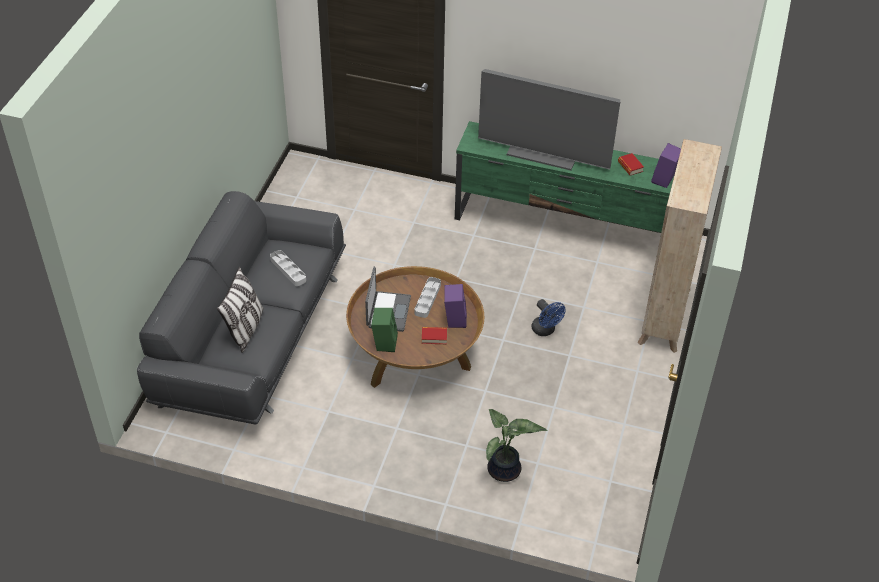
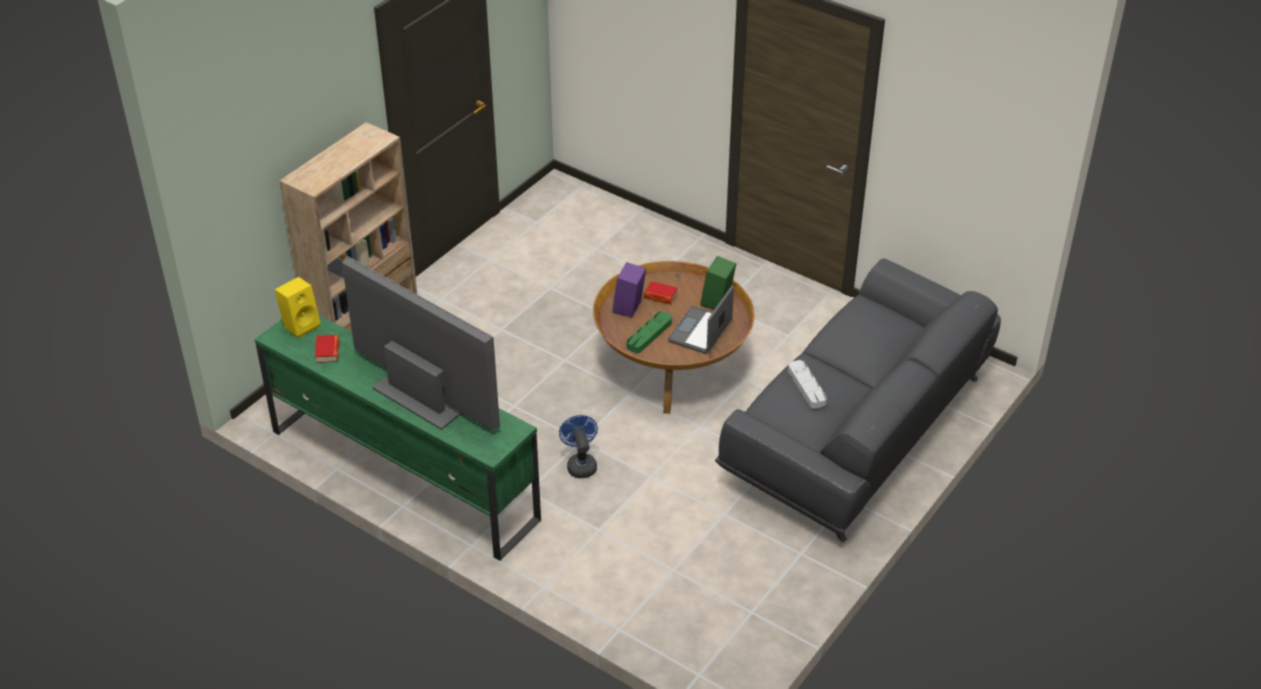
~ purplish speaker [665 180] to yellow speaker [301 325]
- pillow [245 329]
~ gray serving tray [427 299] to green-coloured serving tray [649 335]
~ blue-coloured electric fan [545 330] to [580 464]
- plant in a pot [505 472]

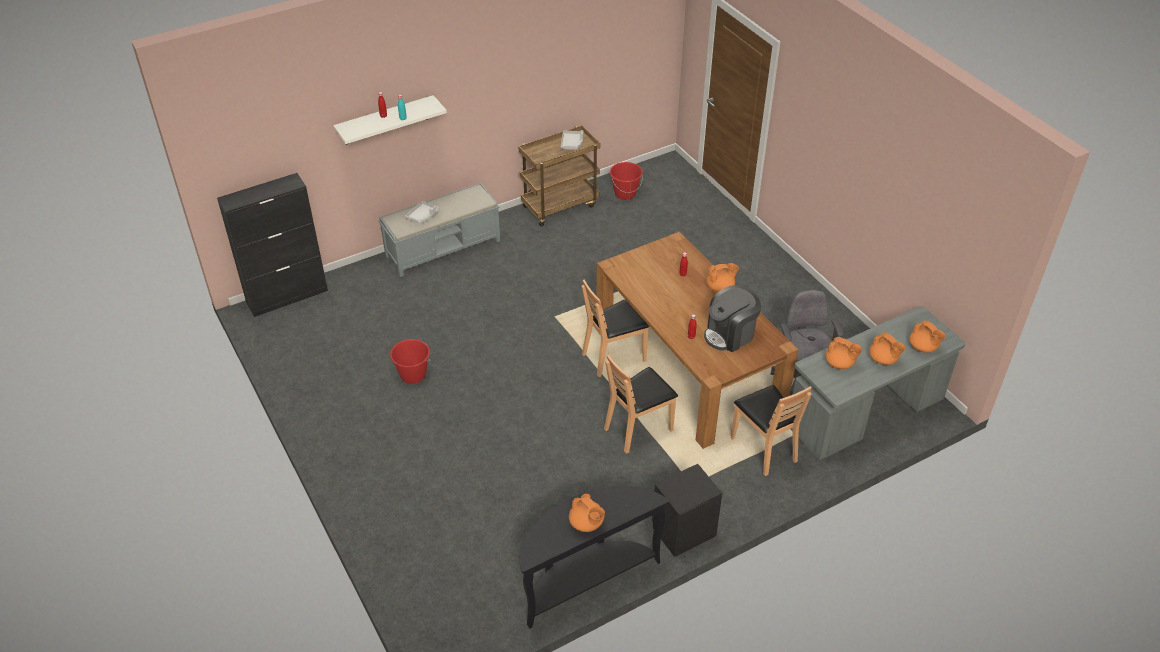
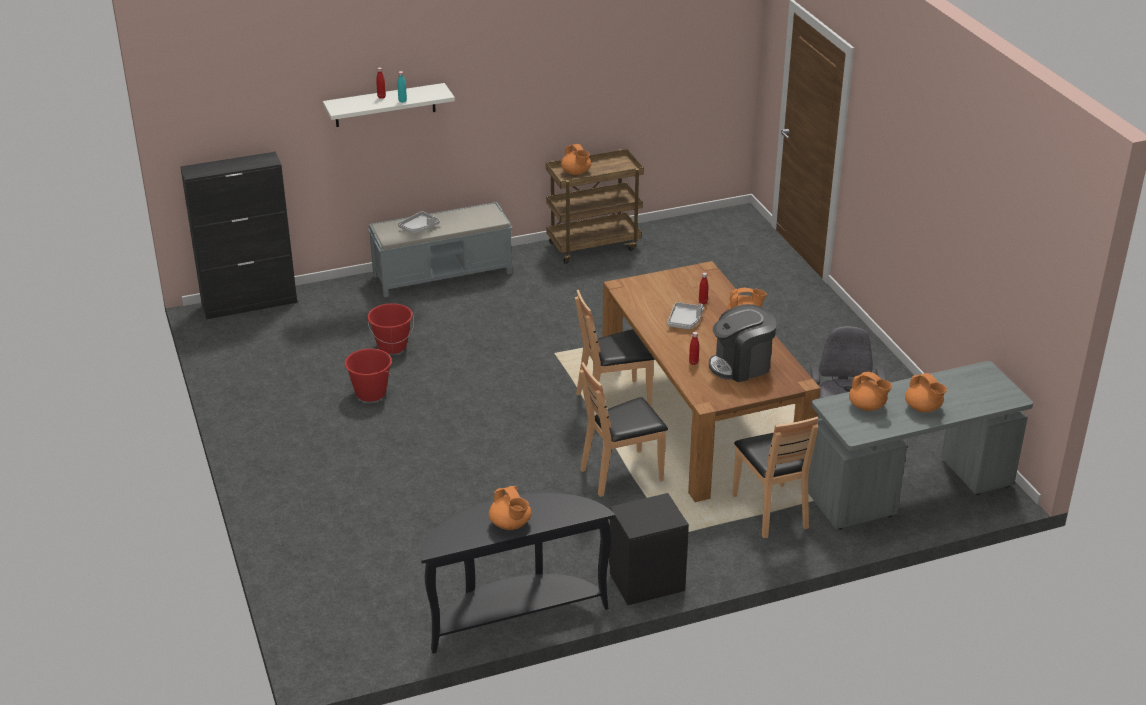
~ gray serving tray [572 143] to [685 321]
~ red-coloured pail [625 193] to [392 346]
~ orangey pot for tea [923 347] to [576 172]

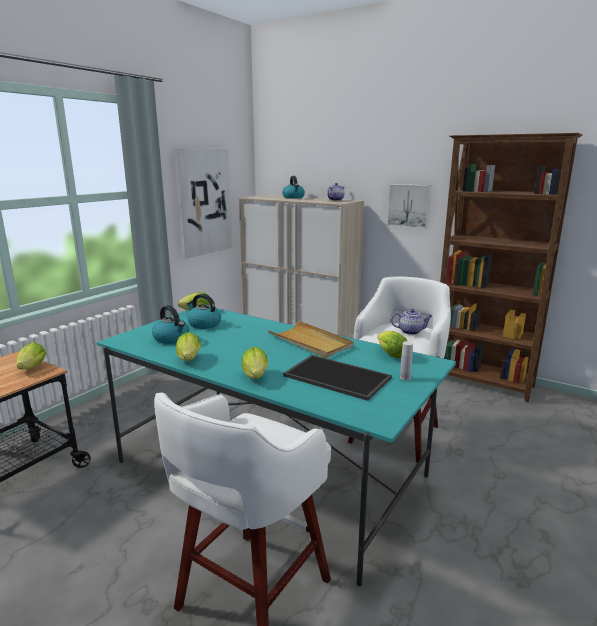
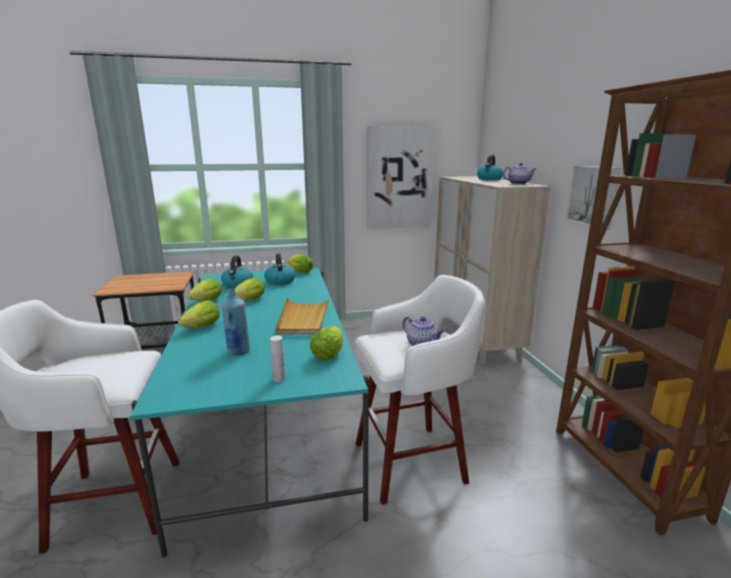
~ lettuce head [31 368] to [248 301]
~ serving tray [335 377] to blue-coloured bottle [238 351]

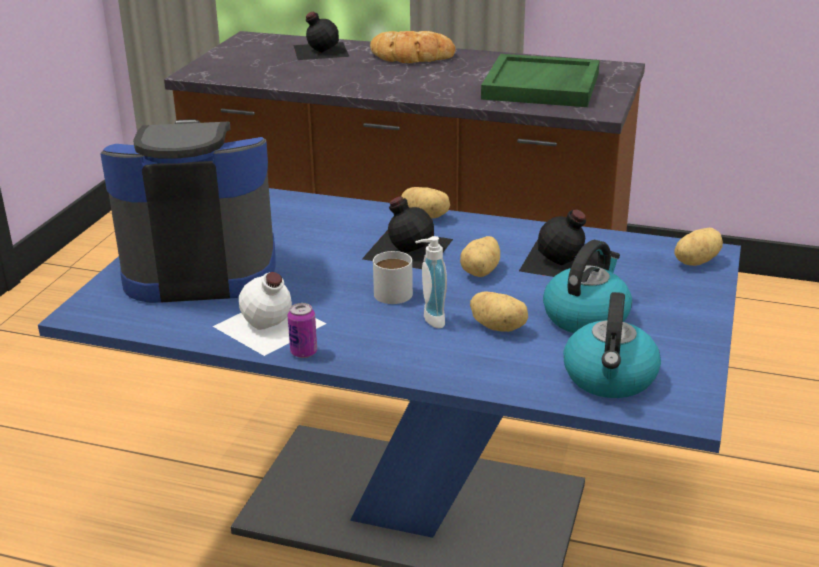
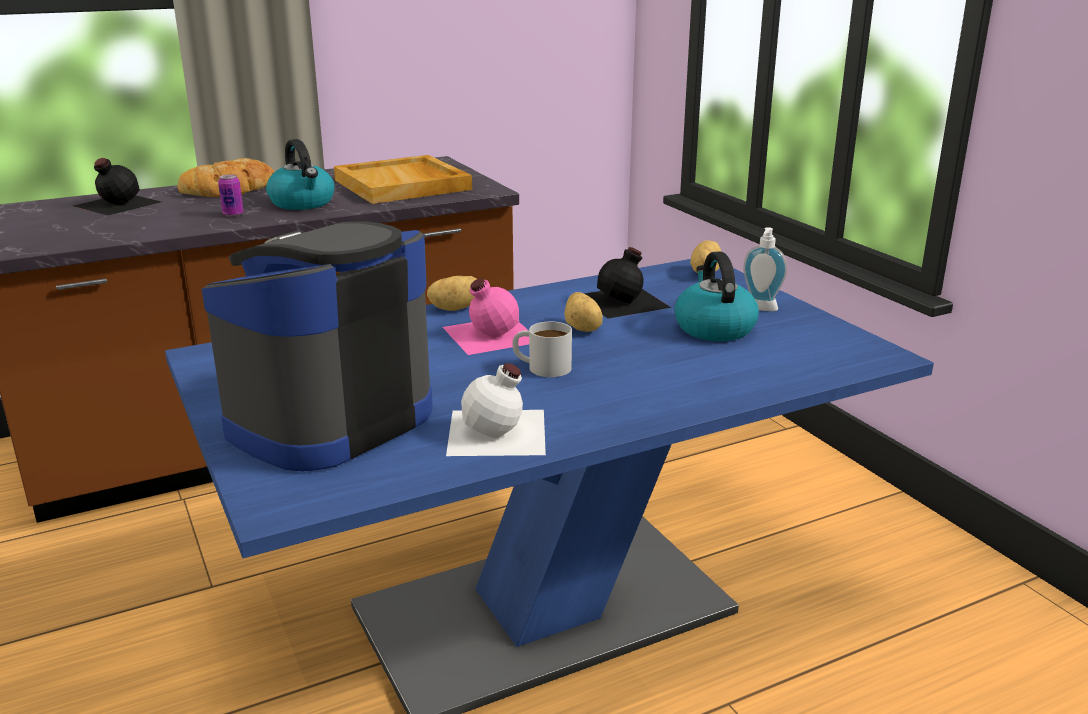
~ green-coloured serving tray [542 86] to beige-coloured serving tray [403 185]
~ black bottle [407 248] to pinkish bottle [489 334]
~ liquid soap bottle [430 320] to [760 309]
- spud [499 327]
~ tea kettle [610 378] to [303 203]
~ can [304 352] to [233 214]

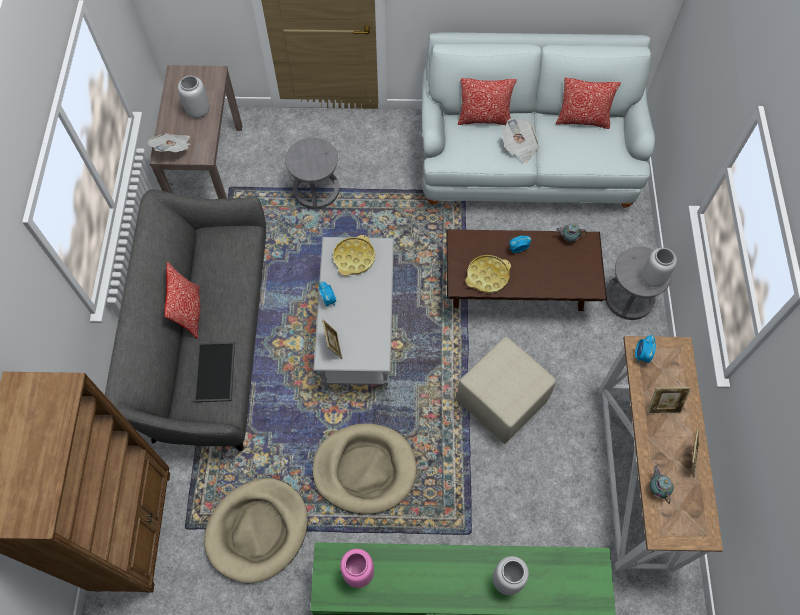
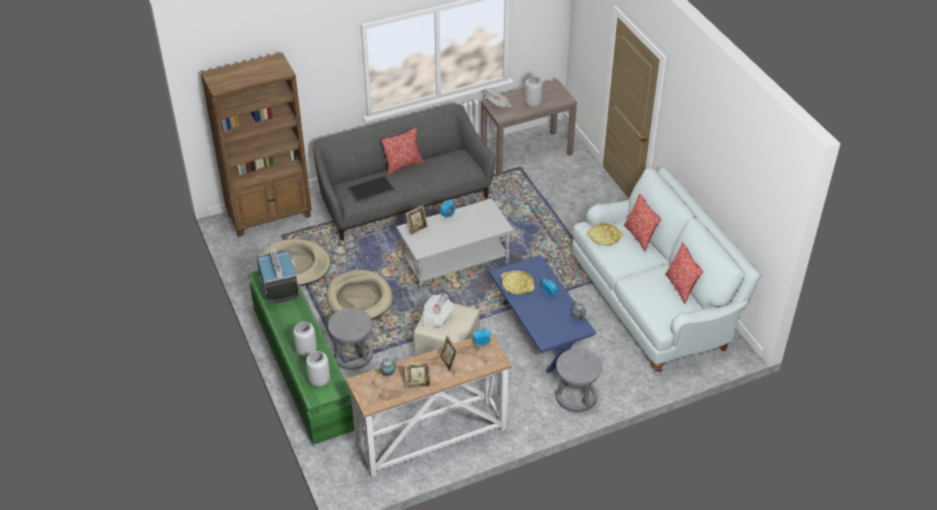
~ daily paper [519 147] to [436 317]
~ gray stool seat [316 190] to [352 355]
~ brownish coffee table [517 290] to blue-coloured coffee table [539 332]
~ yellow serving tray [354 258] to [604 237]
~ gray vase [652 277] to [319 380]
~ pinkish vase [358 572] to TV [279 285]

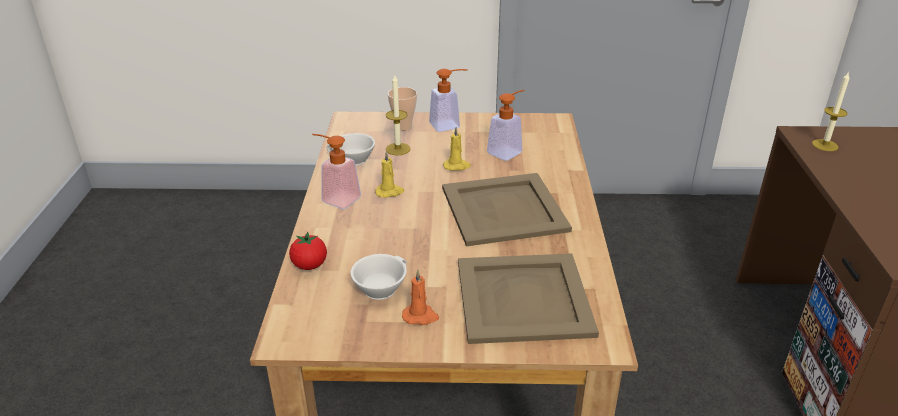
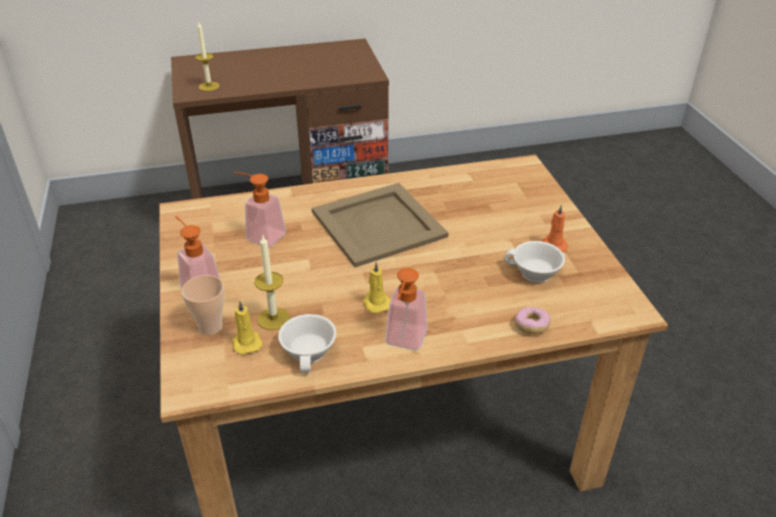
~ yellow candle [457 166] to [246 342]
~ tomato [309 265] to ring doughnut [531 326]
- beige-coloured serving tray [524 297]

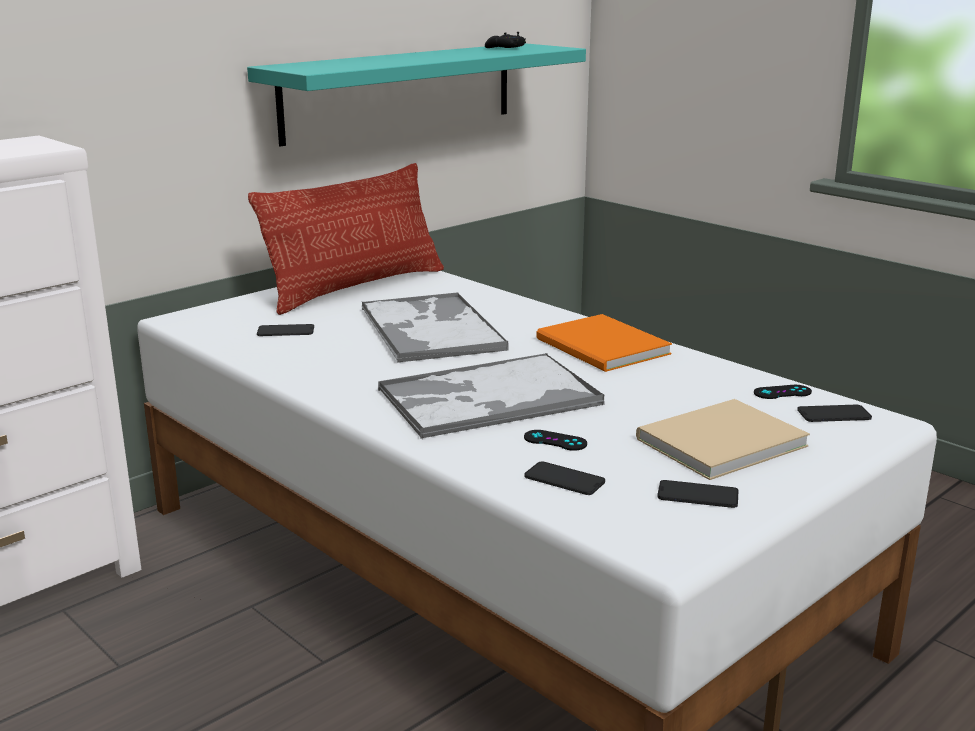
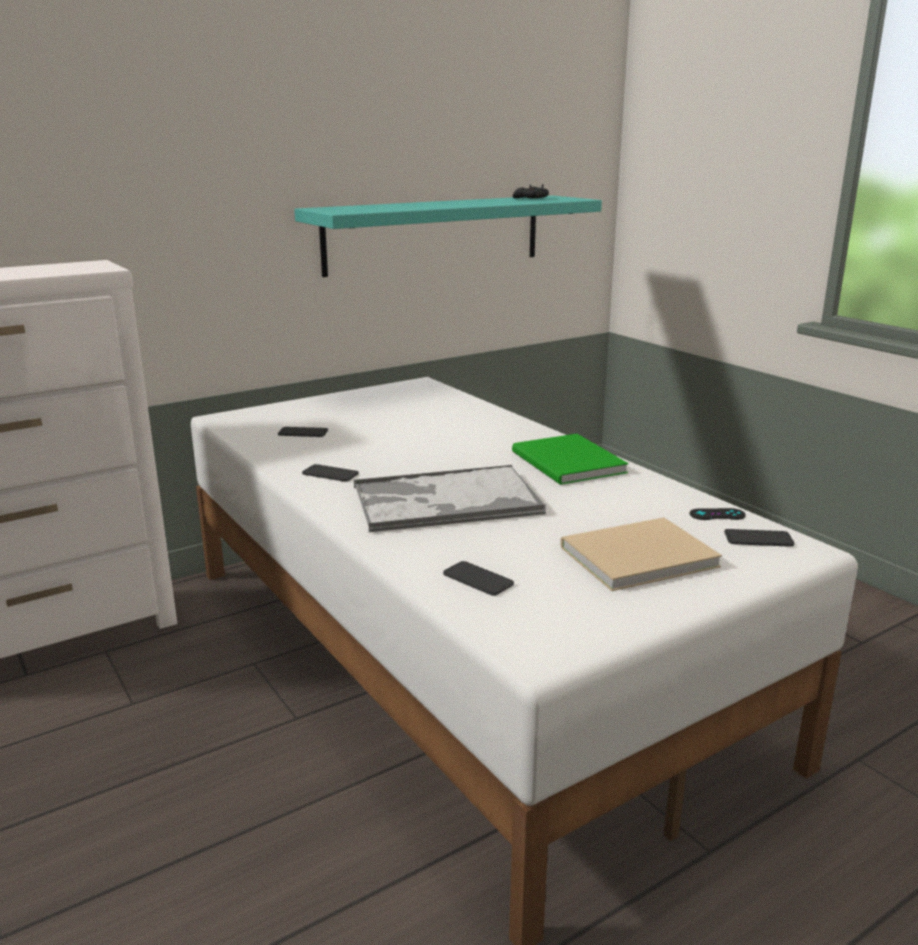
- pillow [356 288]
- serving tray [430 328]
~ orangey bound book [602 348] to green-coloured bound book [567 464]
- black gamepad [555 441]
~ phone [697 495] to [330 474]

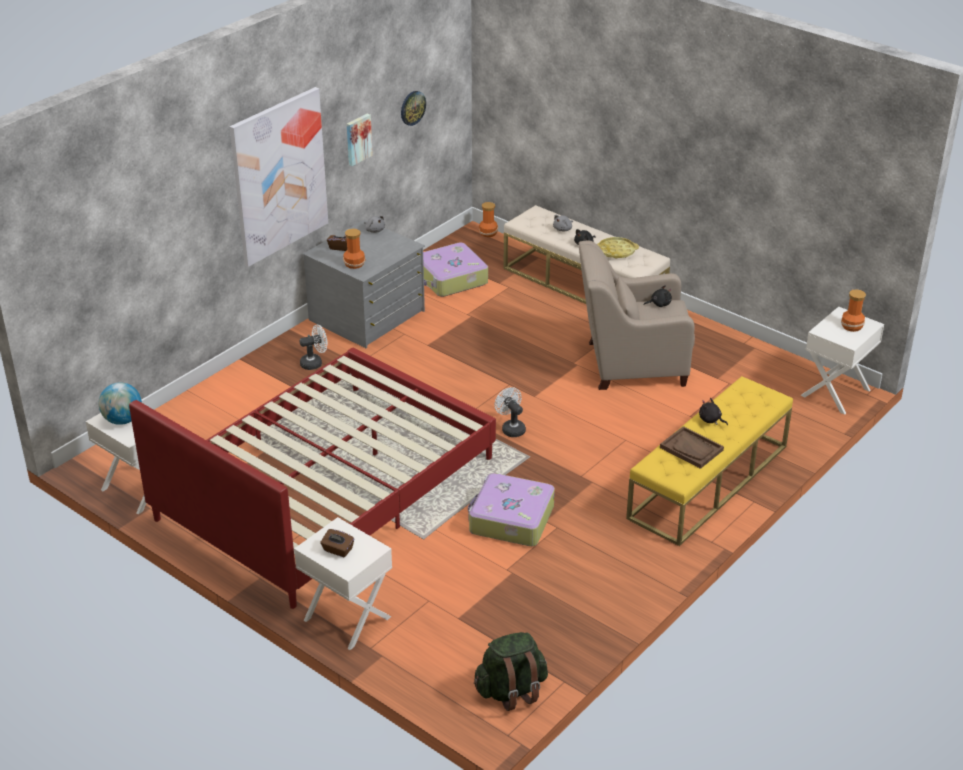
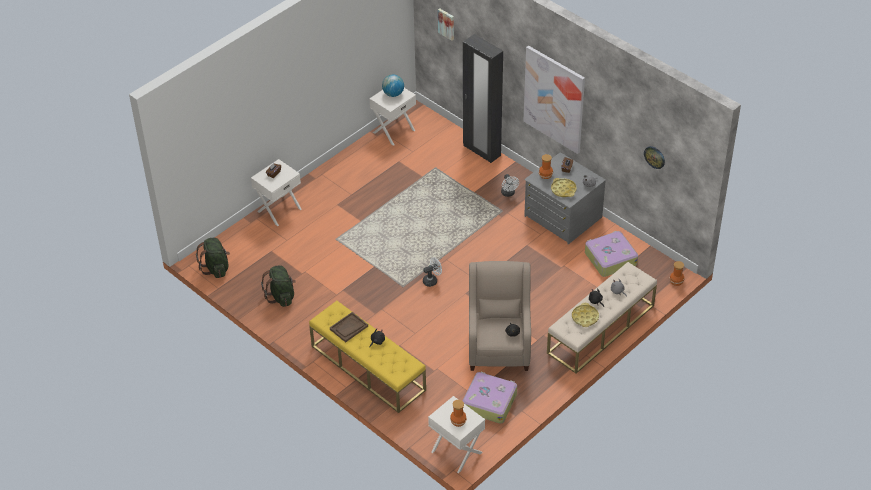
~ wall art [358 139] to [446 23]
- red-coloured sleeping bed [325 488]
~ piece of luggage [510 519] to [489 402]
+ black armoire [481 151]
+ yellow serving tray [563 190]
+ green-coloured rucksack [281 296]

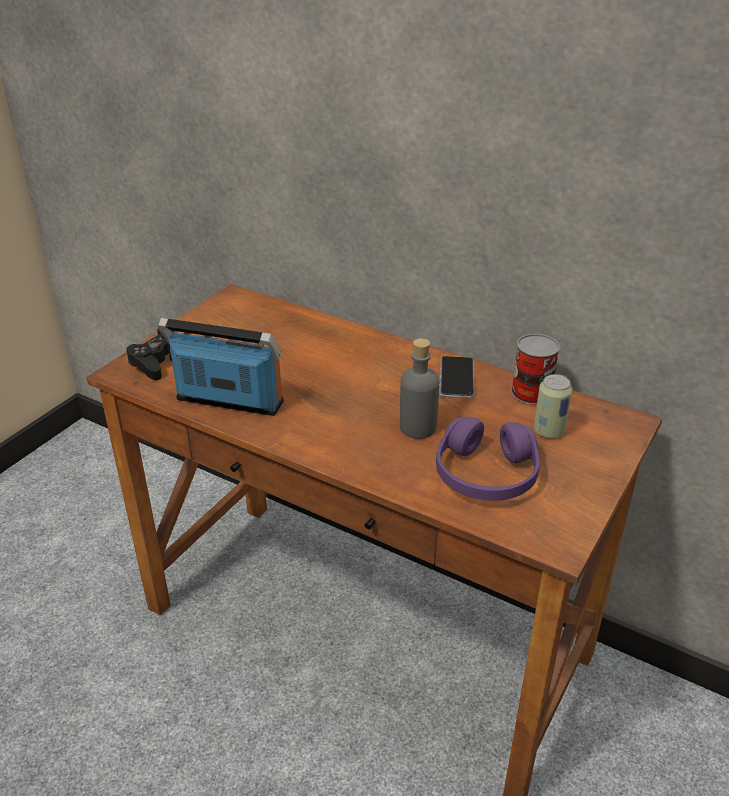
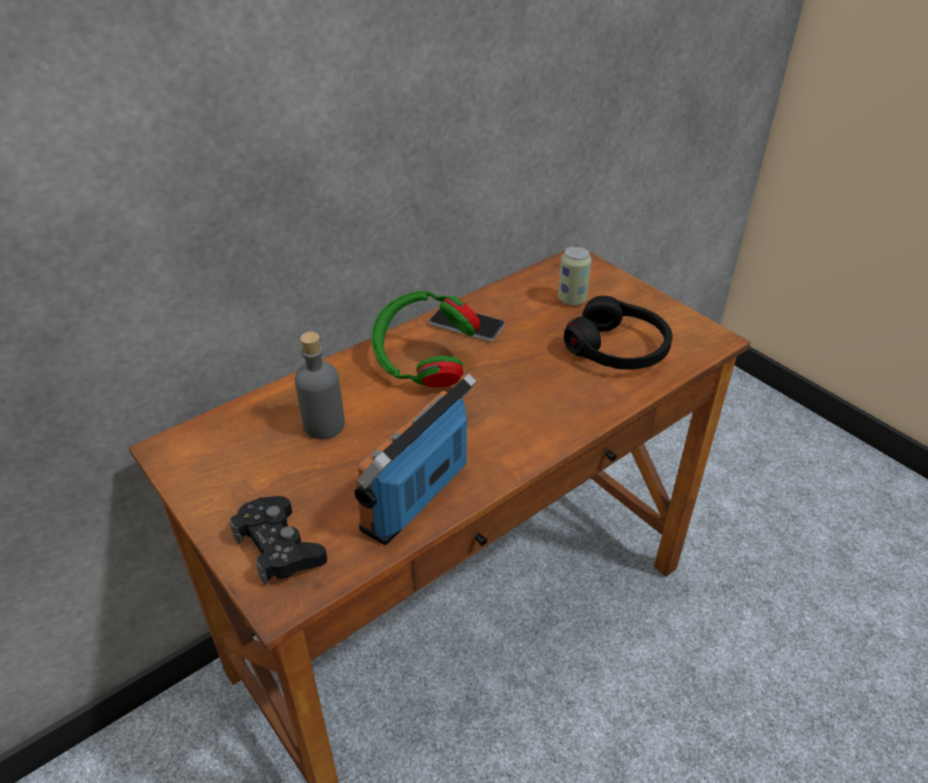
- can [531 392]
~ gray bottle [417 427] to [324 425]
~ purplish headset [486 474] to black headset [618 349]
+ green-coloured headset [423 366]

